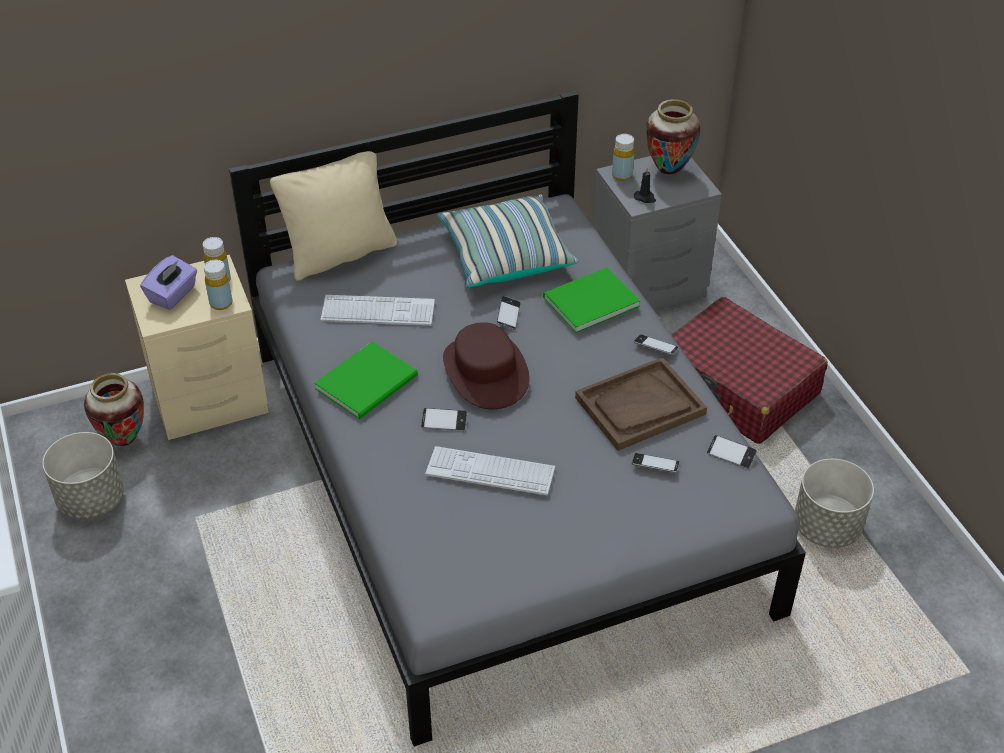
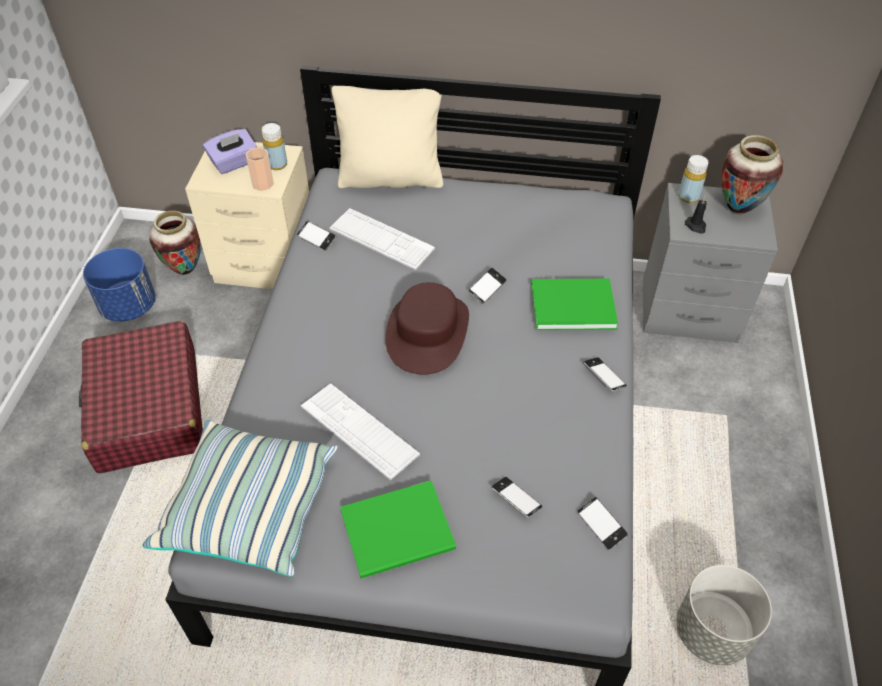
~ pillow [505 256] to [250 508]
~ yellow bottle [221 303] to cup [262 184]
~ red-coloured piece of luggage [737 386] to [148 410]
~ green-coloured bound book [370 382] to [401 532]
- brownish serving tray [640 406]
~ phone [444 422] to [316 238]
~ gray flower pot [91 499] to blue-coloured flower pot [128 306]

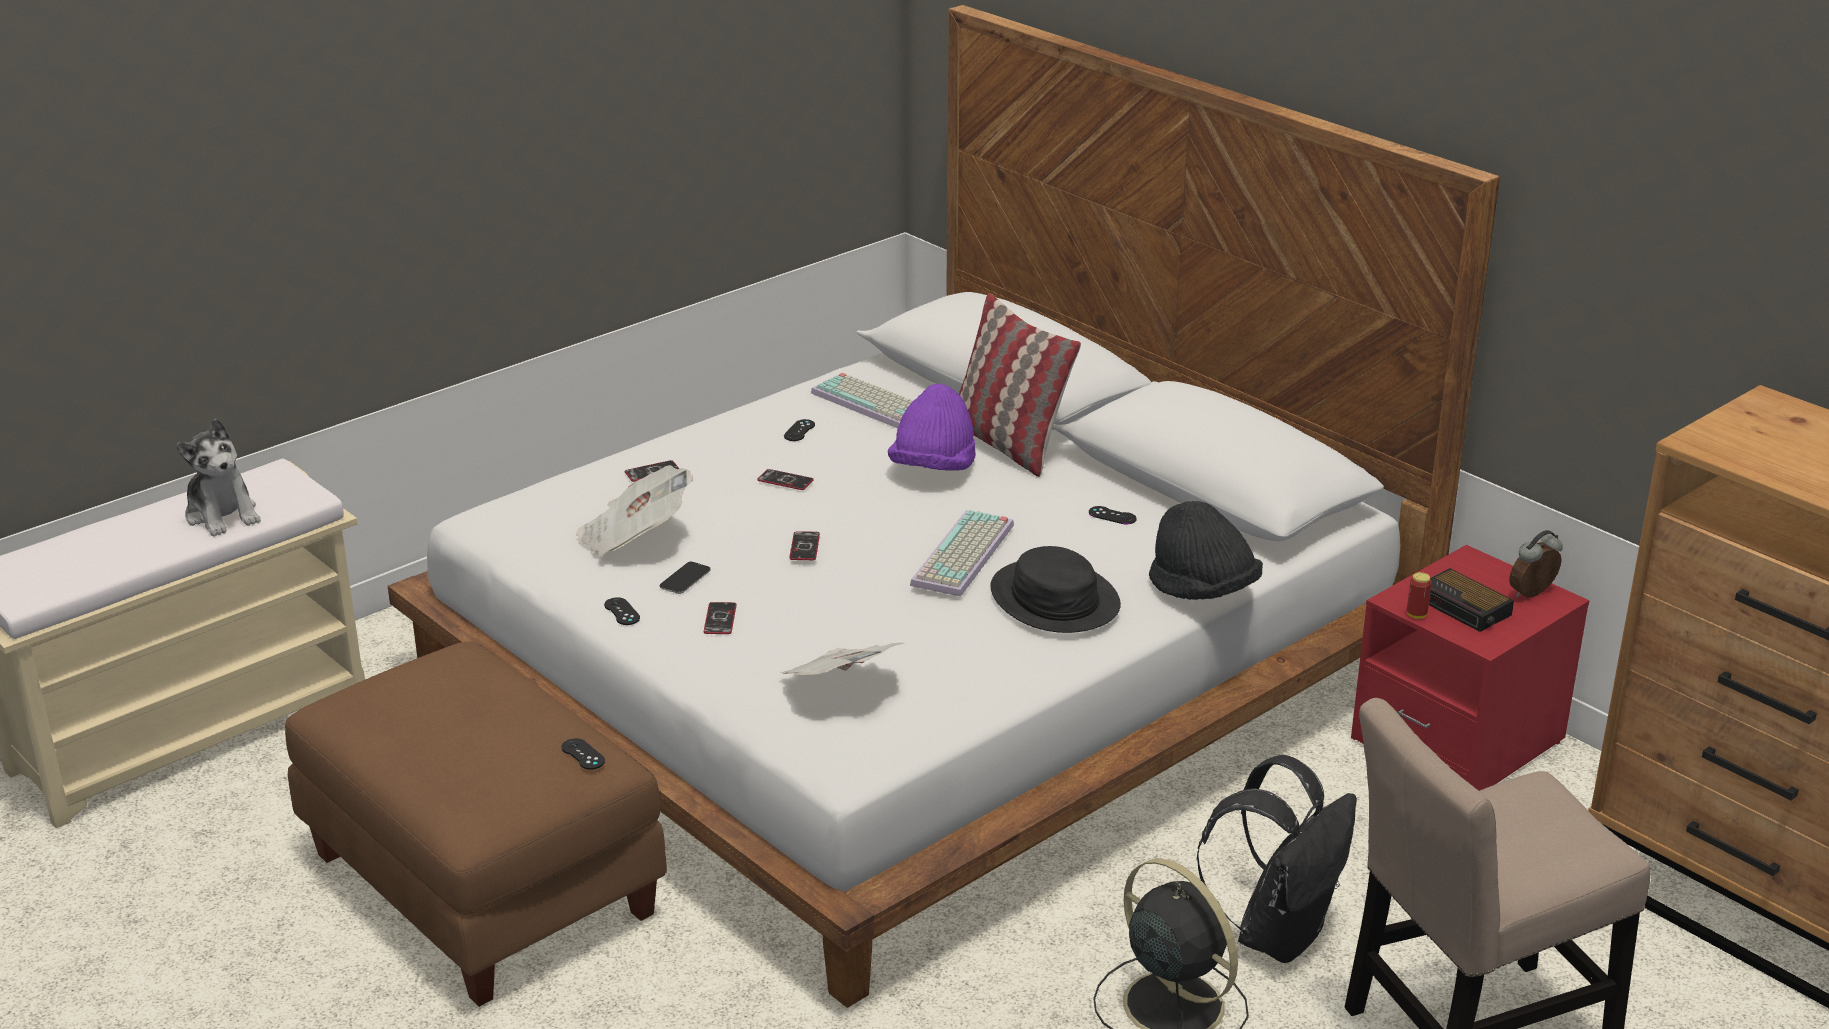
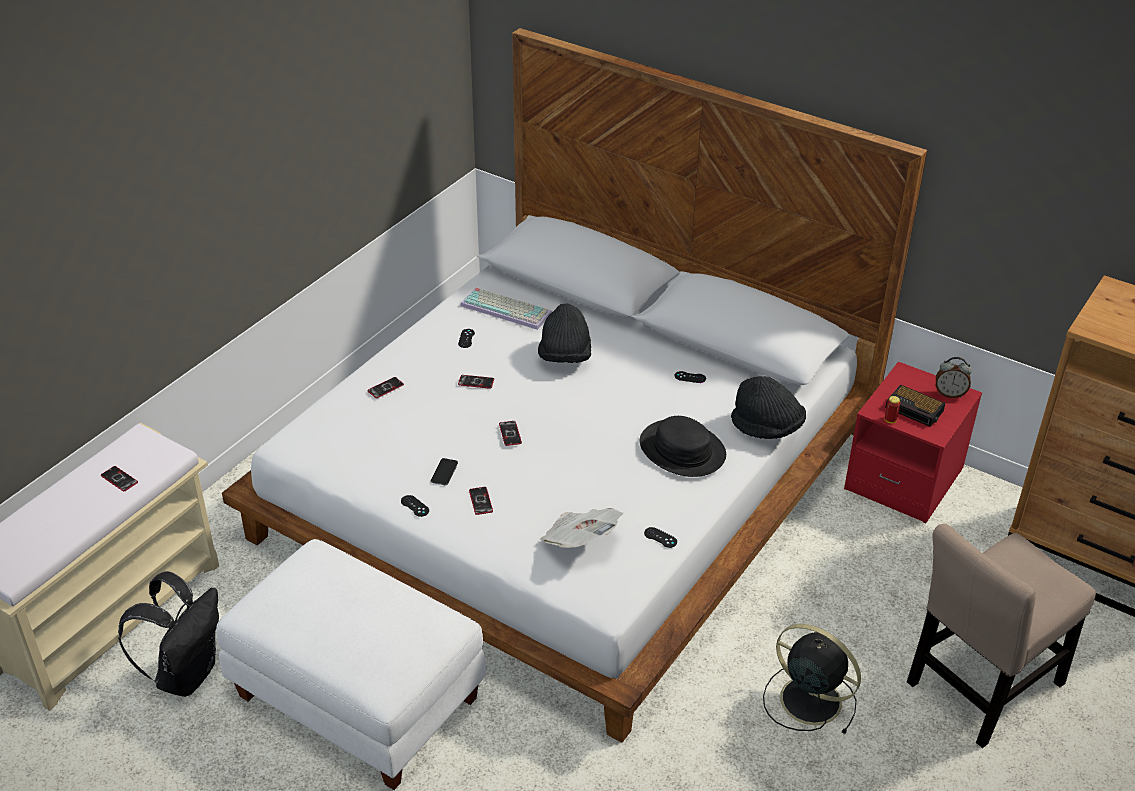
- pillow [1007 444]
~ purplish wearable hat [933 469] to black wearable hat [565 357]
~ soft toy [223 515] to phone [119 479]
- daily paper [634 538]
- computer keyboard [965 556]
~ bedside clock [1533 595] = [949 394] 120 degrees counterclockwise
~ brownish pouffe [486 884] to whitish pouffe [360 697]
~ black gamepad [583 754] to [660 537]
~ black rucksack [1278 933] to [186 673]

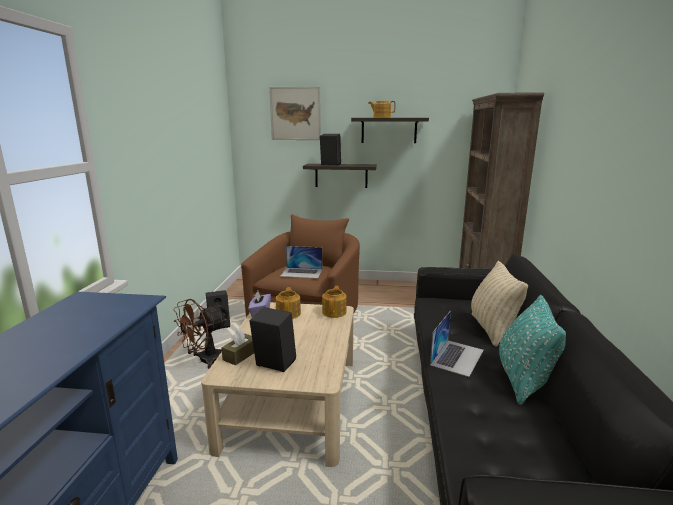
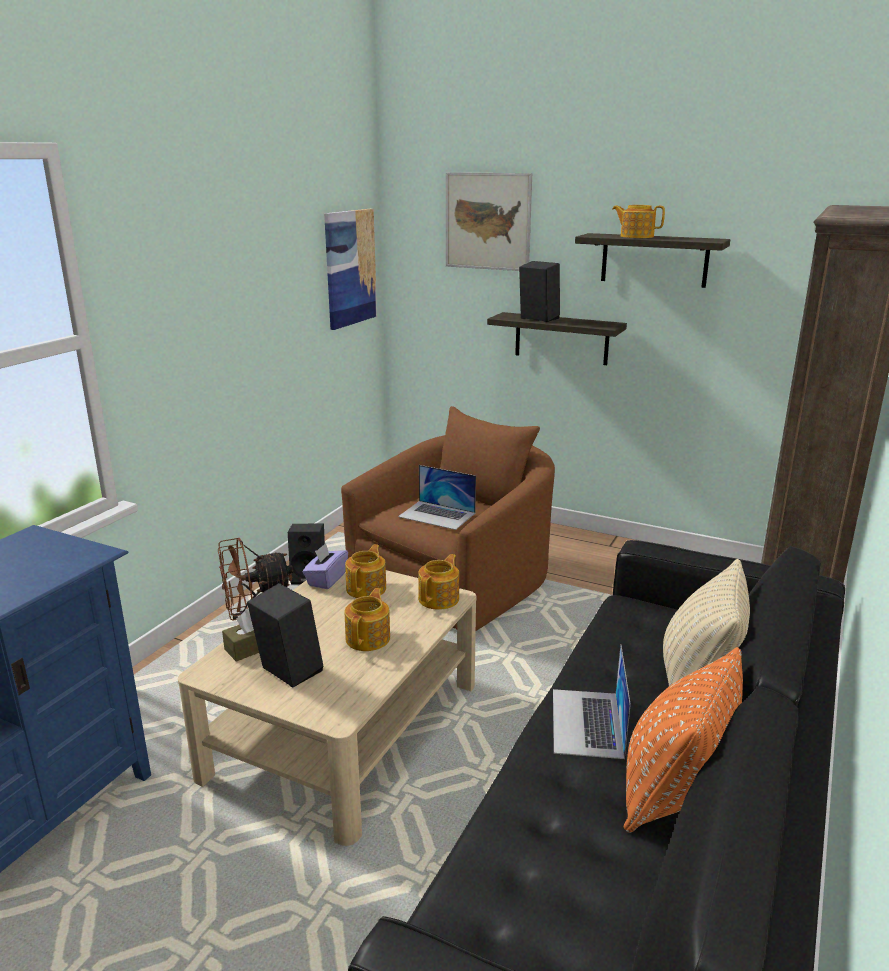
~ blue-green pillow [524 380] to orangey pillow [673 792]
~ portable computer [457 357] = [587 722] 135 degrees clockwise
+ wall art [350 268]
+ pot for tea [369 638]

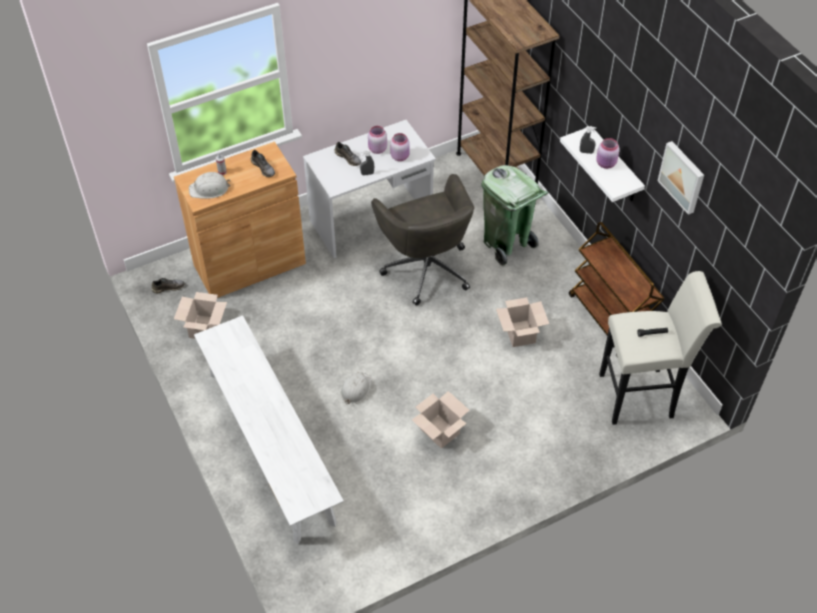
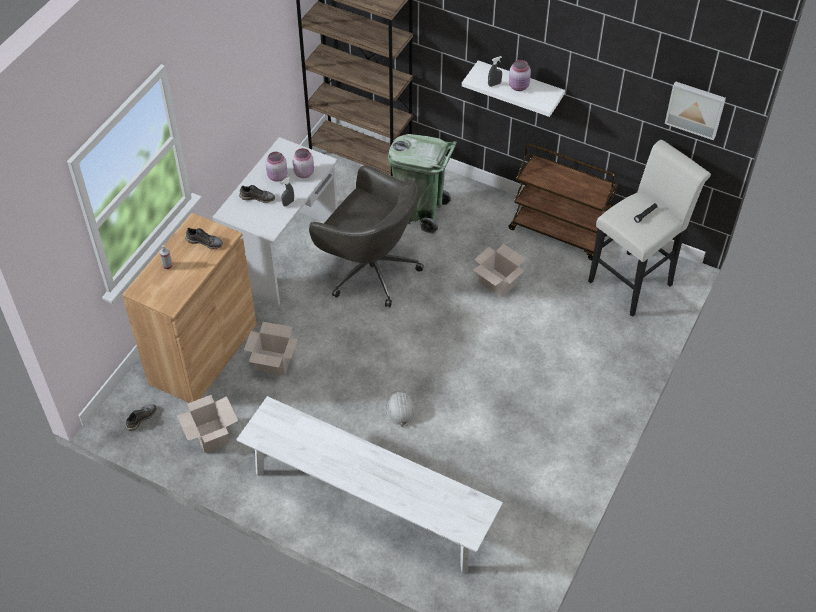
~ wall art [682 176] to [695 109]
- whitish safety helmet [209 189]
~ packing box [439 431] to [272 363]

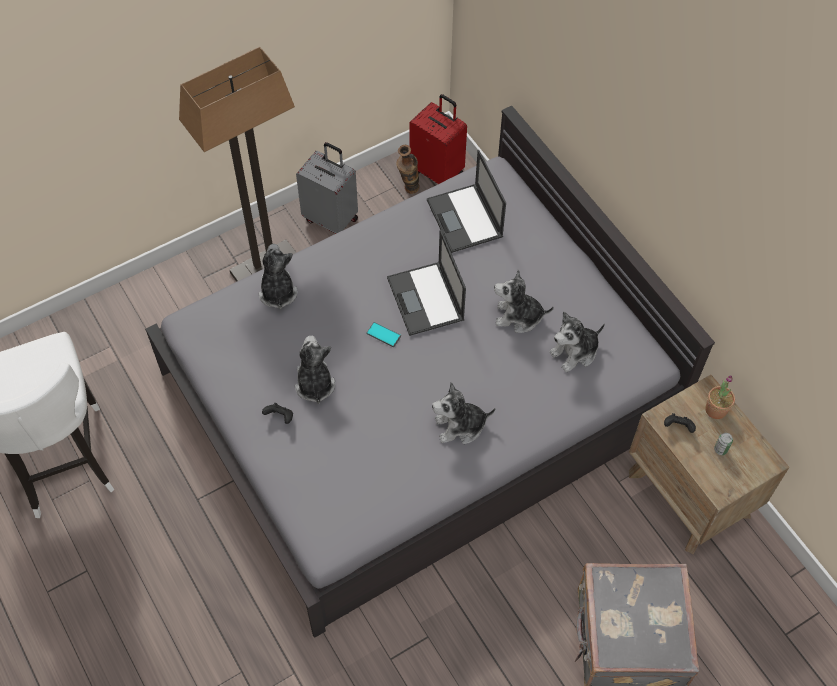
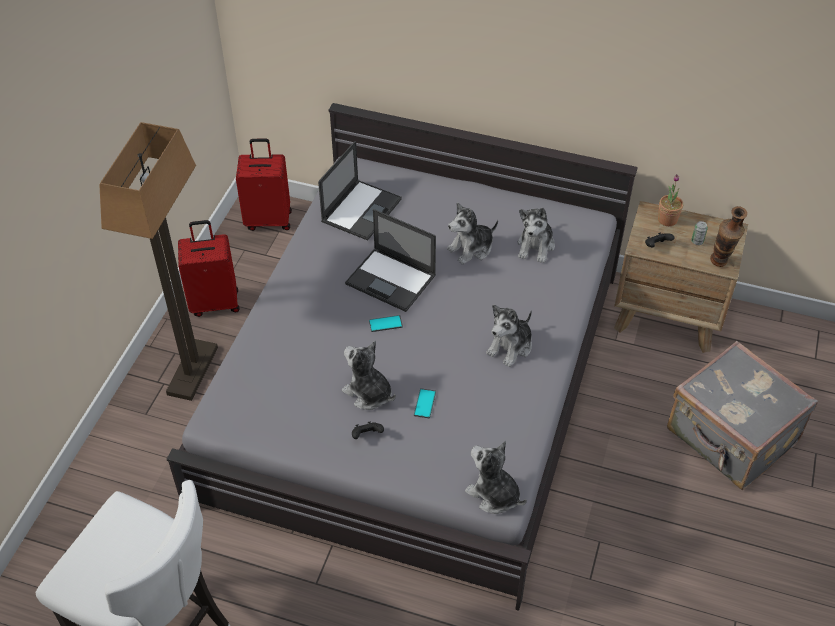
~ gray piece of luggage [331 218] to red-coloured piece of luggage [215 302]
~ vase [408 191] to [719 265]
~ portable computer [465 219] = [361 209] 90 degrees counterclockwise
~ soft toy [277 292] to [494 494]
+ phone [424 403]

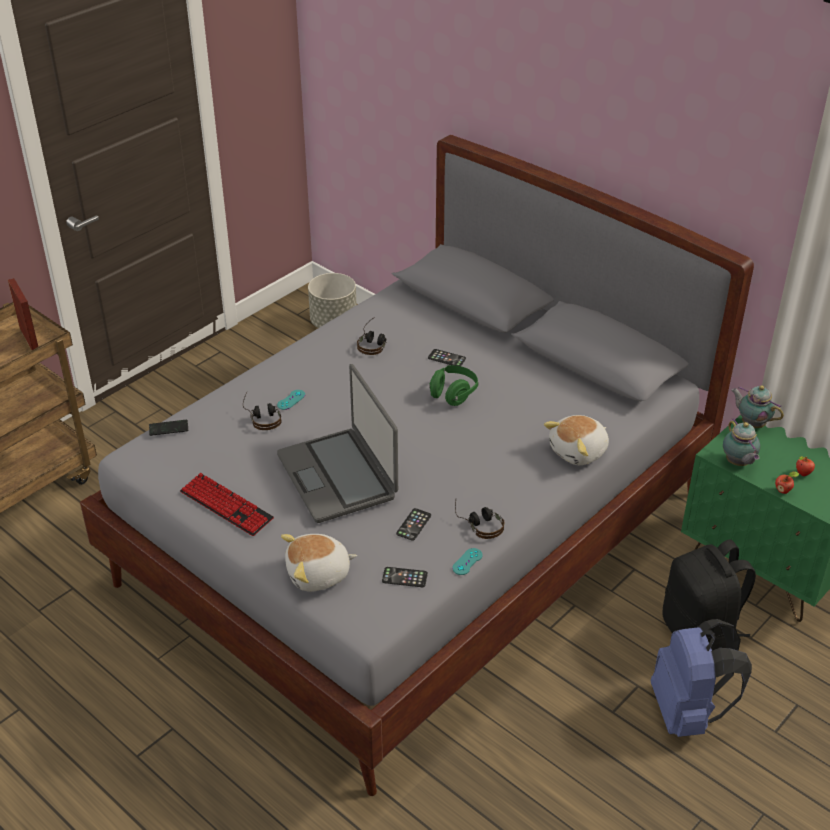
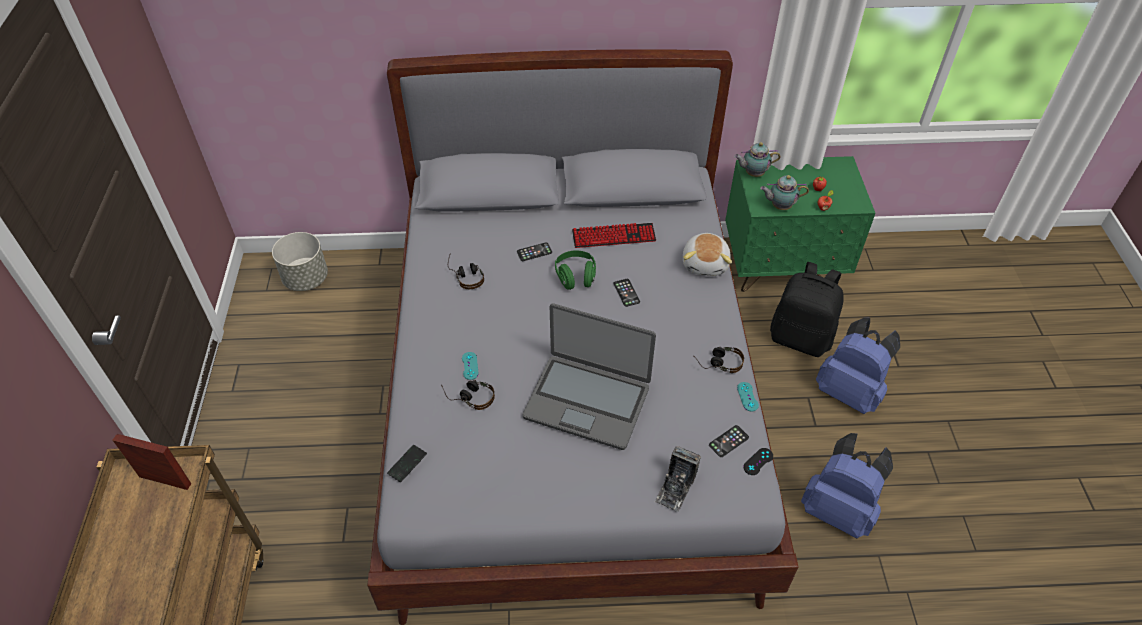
~ pot for tea [738 463] = [779 206] 150 degrees clockwise
~ computer keyboard [226 506] to [613 236]
~ phone [413 525] to [626 293]
~ soft toy [318 575] to photo camera [675 488]
+ blue-coloured rucksack [838 510]
+ black gamepad [758 461]

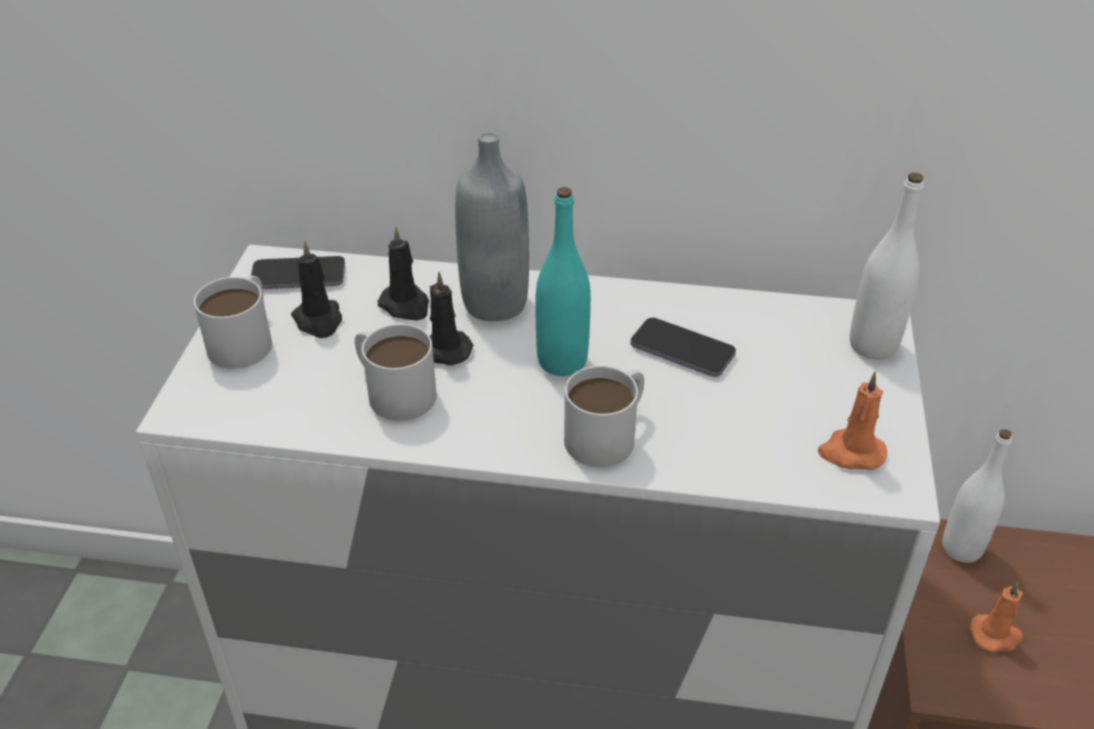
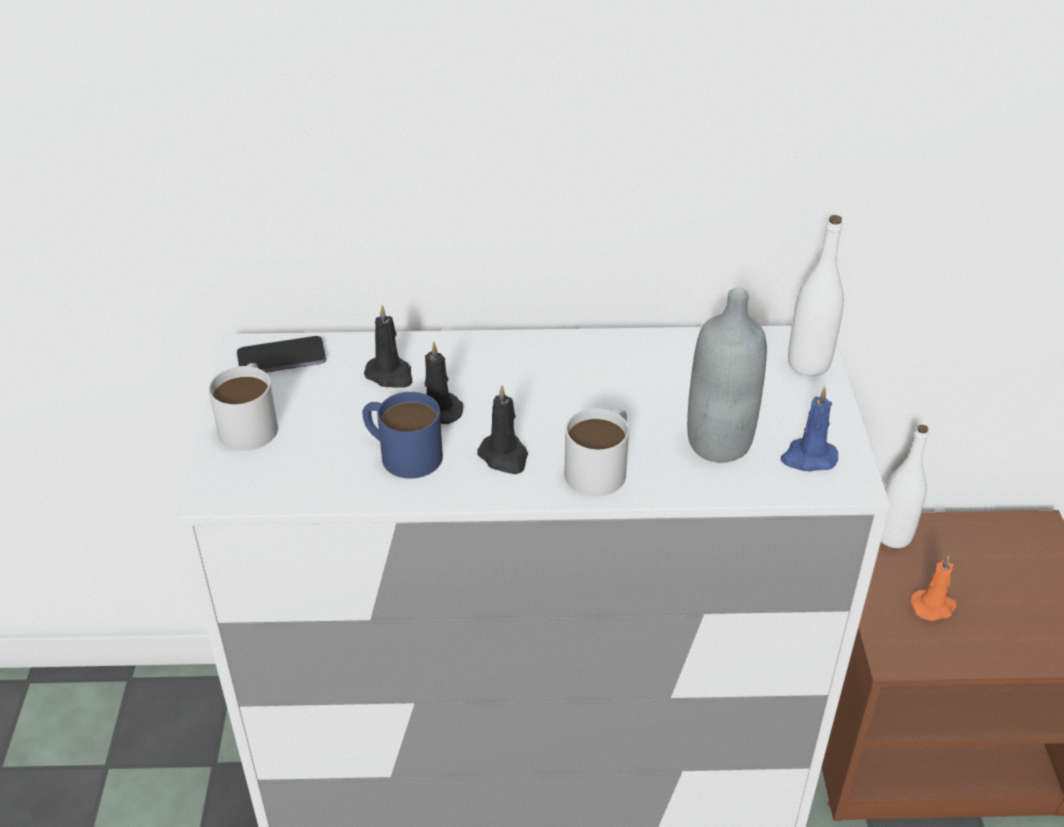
~ gray bottle [495 303] to [718 442]
- blue-green bottle [562 361]
~ black candle [319 321] to [504 457]
- phone [682 350]
~ whitish mug [393 390] to blue-coloured mug [401 452]
~ orangey candle [851 452] to blue-coloured candle [808 458]

